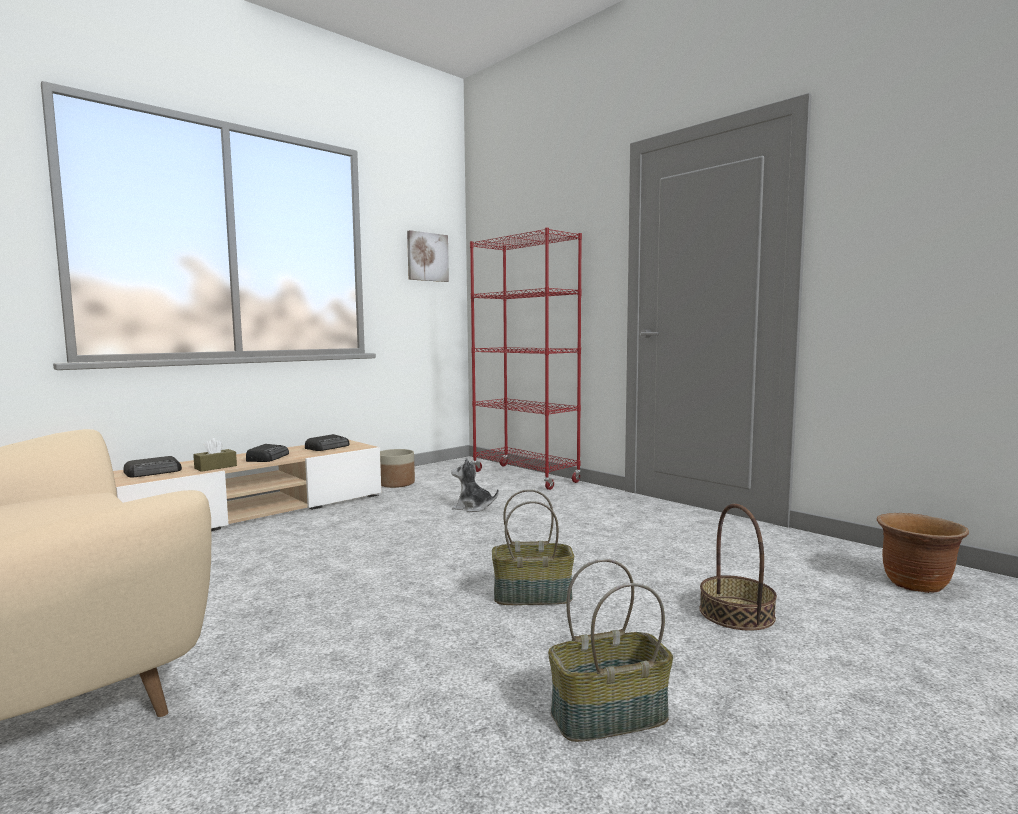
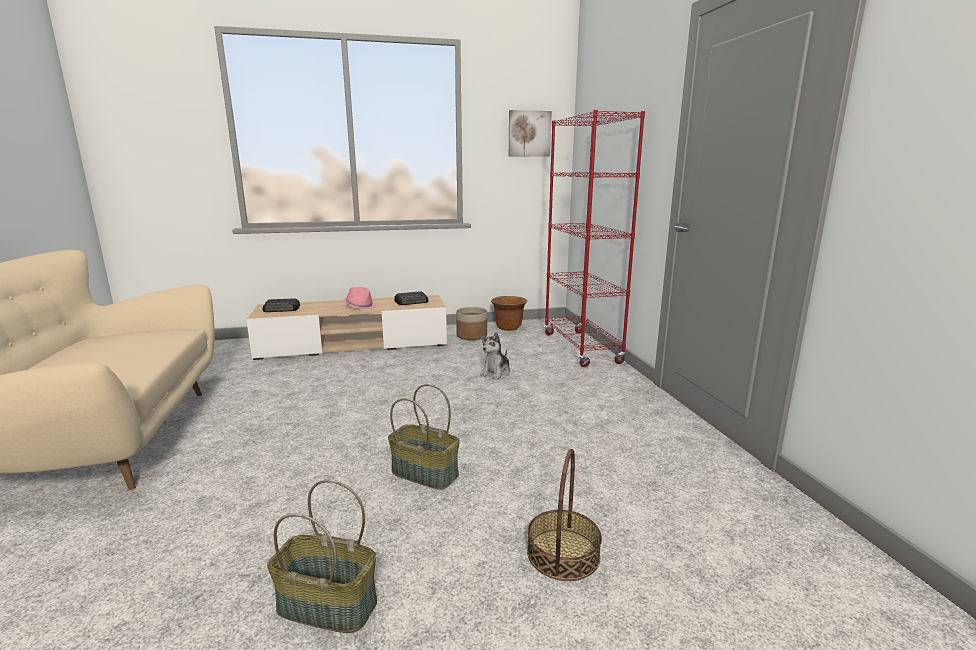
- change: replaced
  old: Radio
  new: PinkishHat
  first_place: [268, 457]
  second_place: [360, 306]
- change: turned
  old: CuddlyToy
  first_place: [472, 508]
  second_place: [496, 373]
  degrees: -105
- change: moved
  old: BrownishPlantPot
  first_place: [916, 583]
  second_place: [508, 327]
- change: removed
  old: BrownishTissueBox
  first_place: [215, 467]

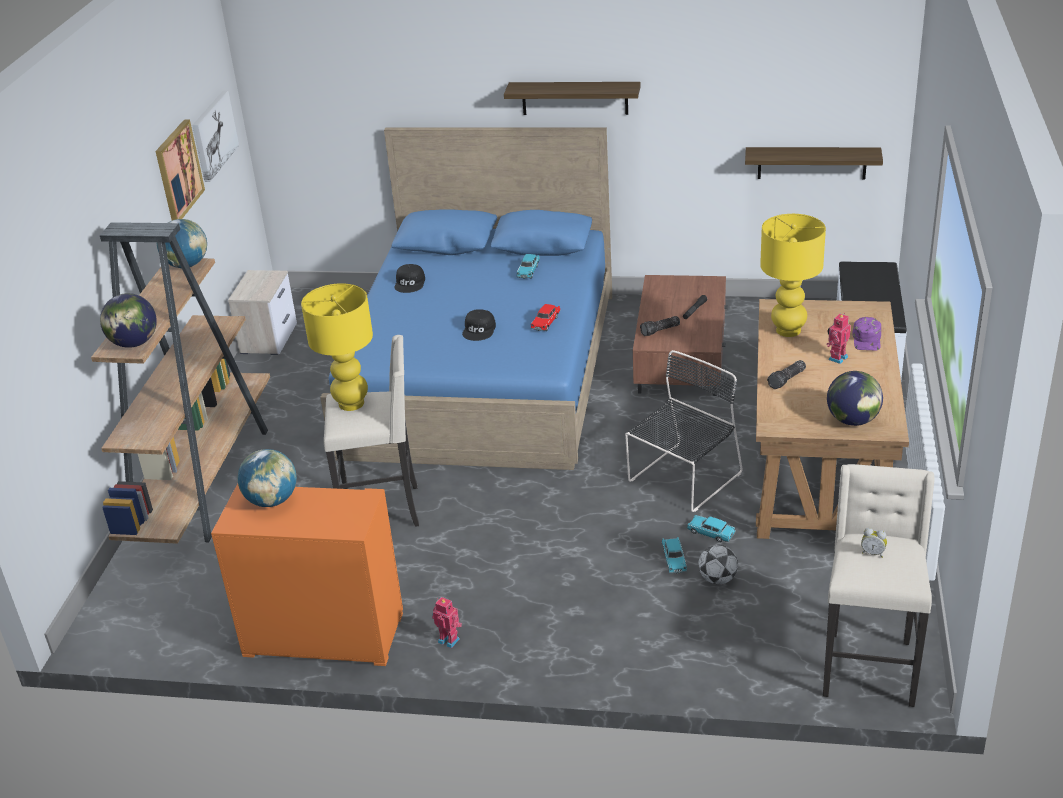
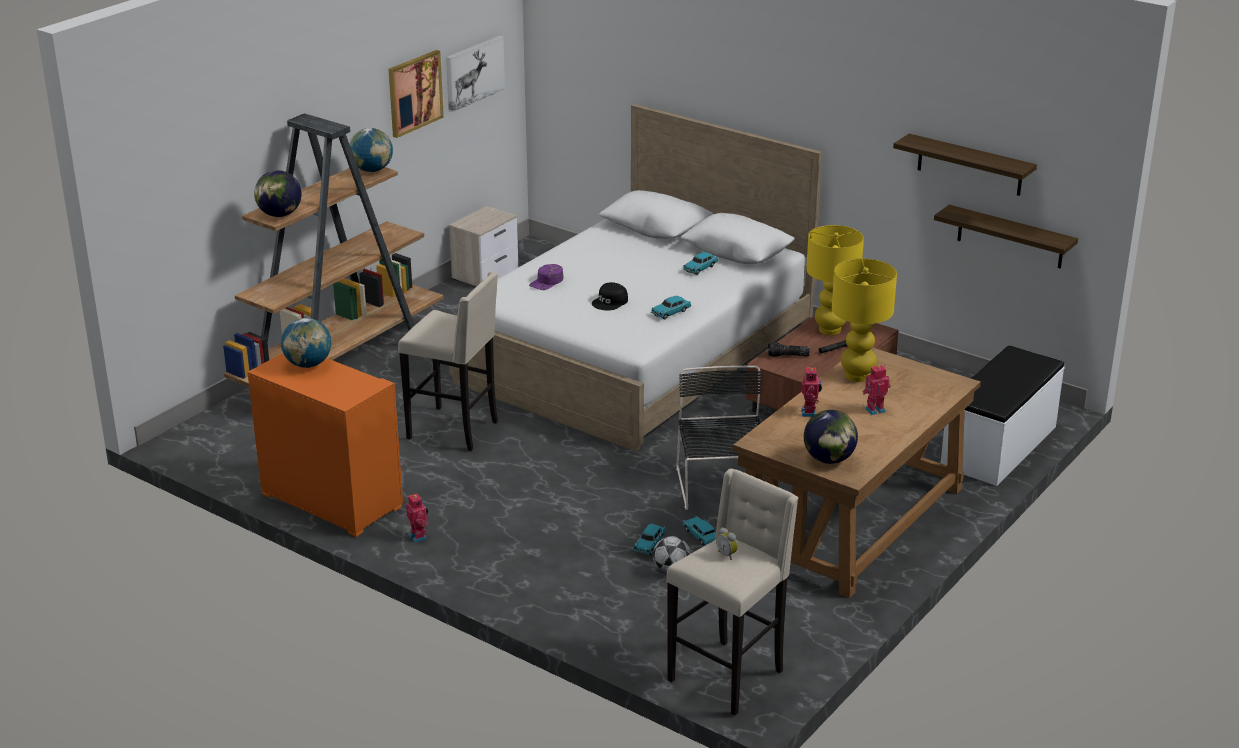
- change: recoloured
  old: BlueSleepingBed
  new: WhitishSleepingBed
  first_place: [484, 371]
  second_place: [637, 353]
- change: moved
  old: PurpleColouredCap
  first_place: [867, 339]
  second_place: [547, 282]
- change: recoloured
  old: ReddishMiniatureCar
  new: TurquoiseMiniatureCar
  first_place: [546, 323]
  second_place: [671, 313]
- change: turned
  old: BlackishChair
  first_place: [682, 479]
  second_place: [721, 489]
  degrees: -75
- change: replaced
  old: Flashlight
  new: RobotFigure
  first_place: [787, 380]
  second_place: [810, 412]
- change: moved
  old: YellowTabletopLamp
  first_place: [351, 404]
  second_place: [829, 330]
- change: moved
  old: WallShelf
  first_place: [574, 98]
  second_place: [970, 165]
- change: removed
  old: BlackishCap
  first_place: [410, 283]

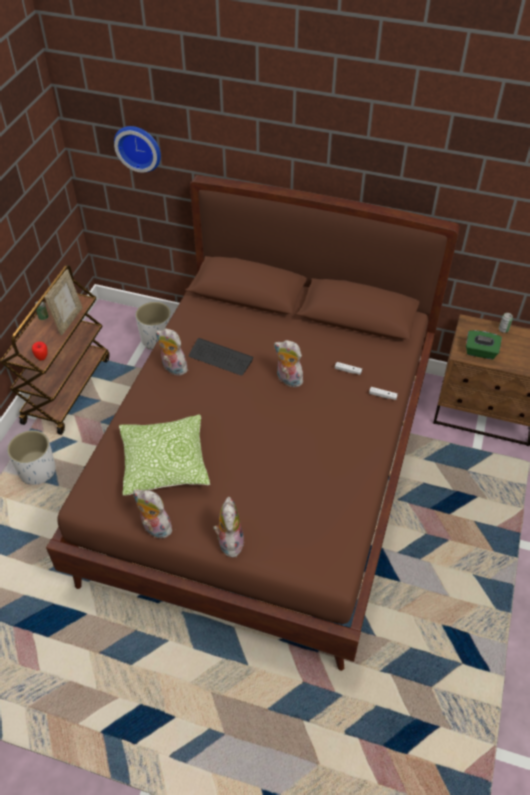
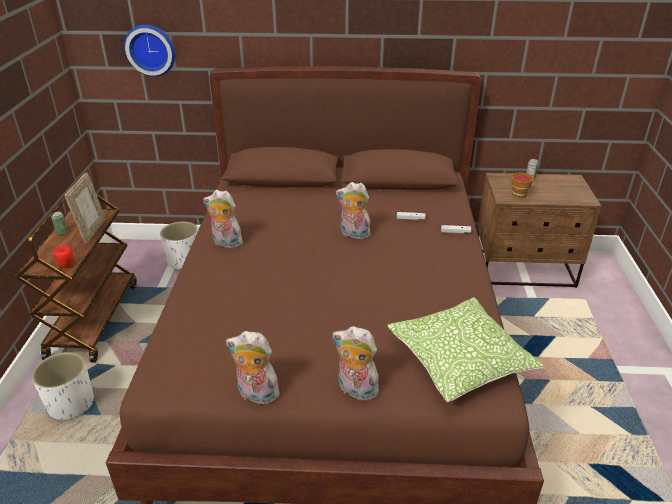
- change: turned
  old: CuddlyToy
  first_place: [229, 542]
  second_place: [355, 390]
  degrees: -45
- change: moved
  old: Cushion
  first_place: [164, 463]
  second_place: [459, 360]
- change: replaced
  old: GreenishTissueBox
  new: SmallCup
  first_place: [480, 352]
  second_place: [520, 195]
- change: removed
  old: PcKeyboard
  first_place: [220, 358]

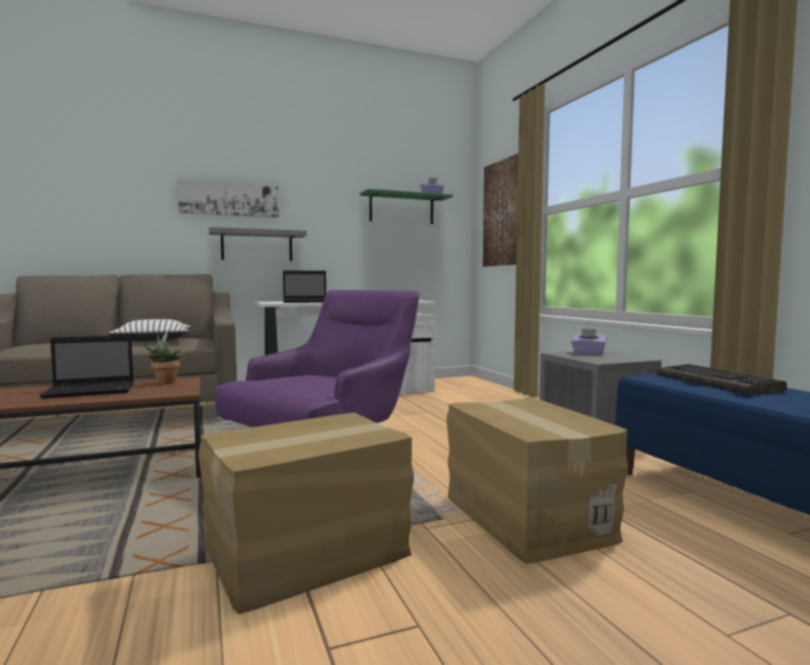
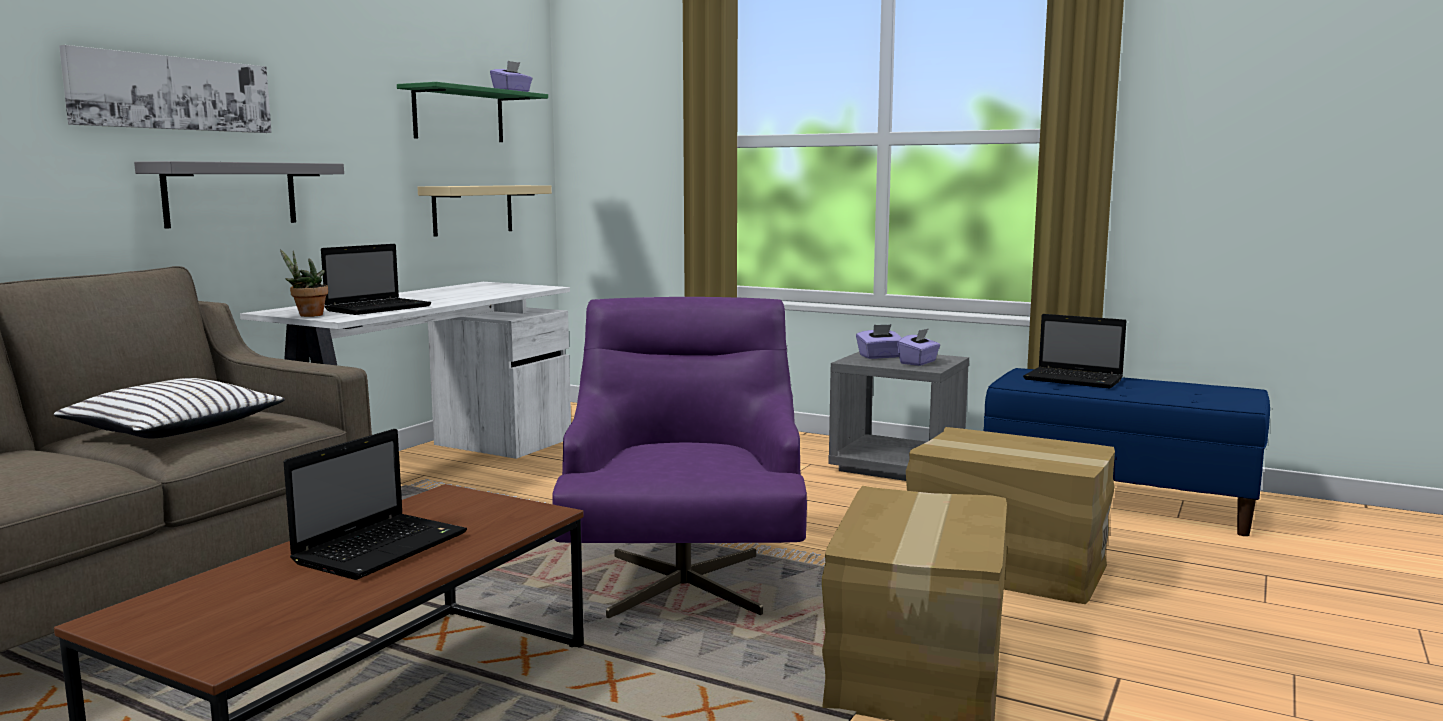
- change: moved
  old: PlantInAPot
  first_place: [165, 382]
  second_place: [307, 315]
- change: added
  new: BeigeWallShelf
  second_place: [473, 209]
- change: added
  new: PurpleColouredTissueBox
  second_place: [918, 362]
- change: replaced
  old: PcKeyboard
  new: NotebookComputer
  first_place: [718, 382]
  second_place: [1075, 380]
- change: removed
  old: Picture
  first_place: [503, 213]

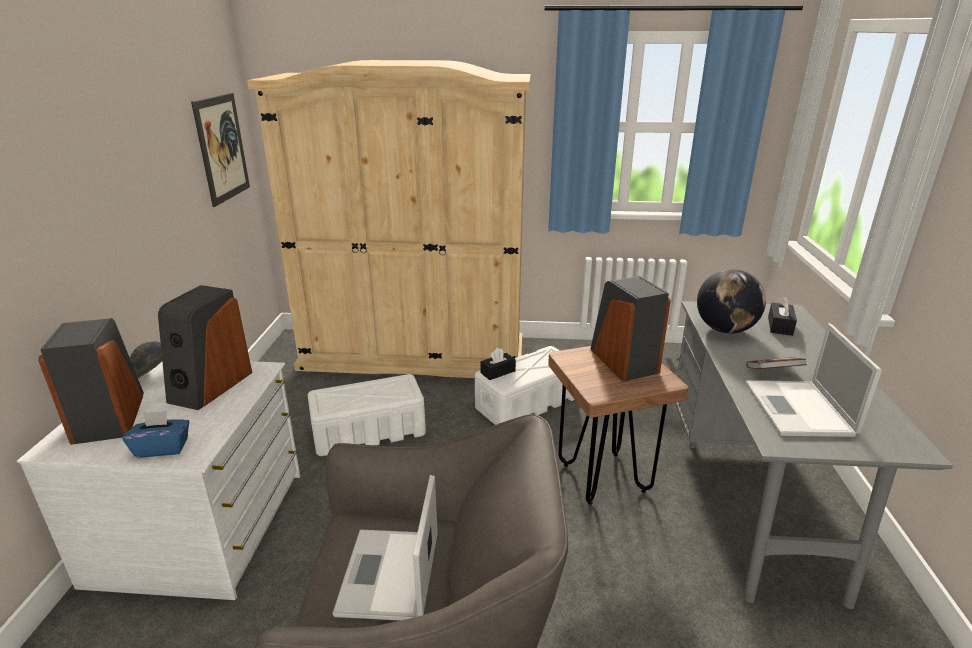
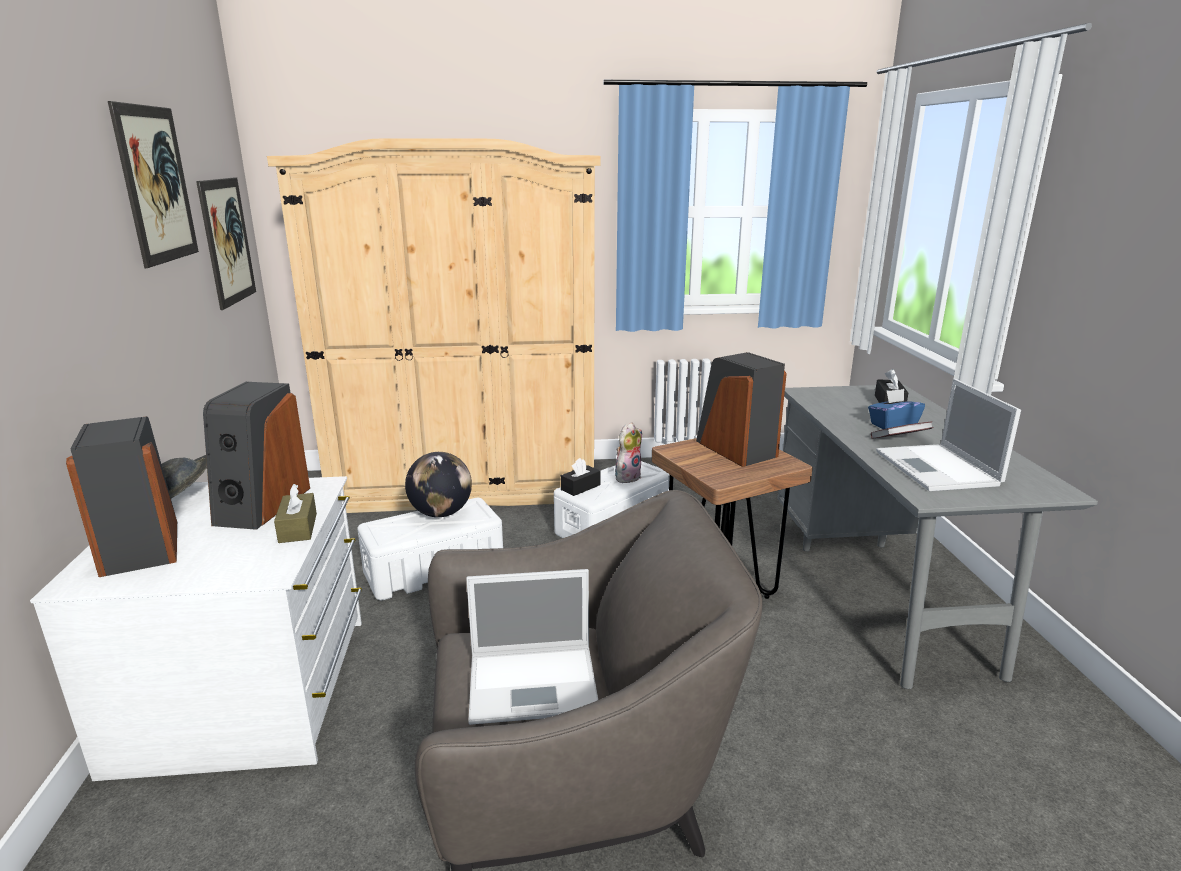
- change: added
  new: Picture
  second_place: [156, 185]
- change: added
  new: BrownishTissueBox
  second_place: [298, 528]
- change: moved
  old: DeskGlobe
  first_place: [725, 330]
  second_place: [441, 513]
- change: turned
  old: NotebookComputer
  first_place: [389, 576]
  second_place: [535, 683]
  degrees: -90
- change: added
  new: CuddlyToy
  second_place: [627, 477]
- change: moved
  old: BlueTissueBox
  first_place: [162, 448]
  second_place: [892, 425]

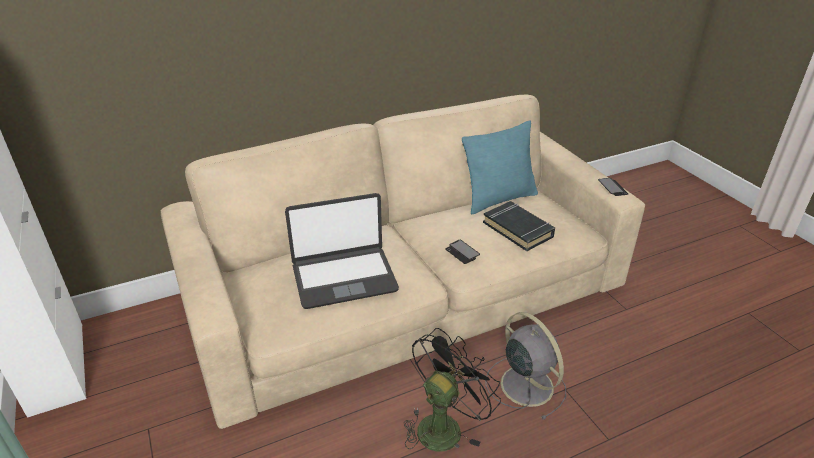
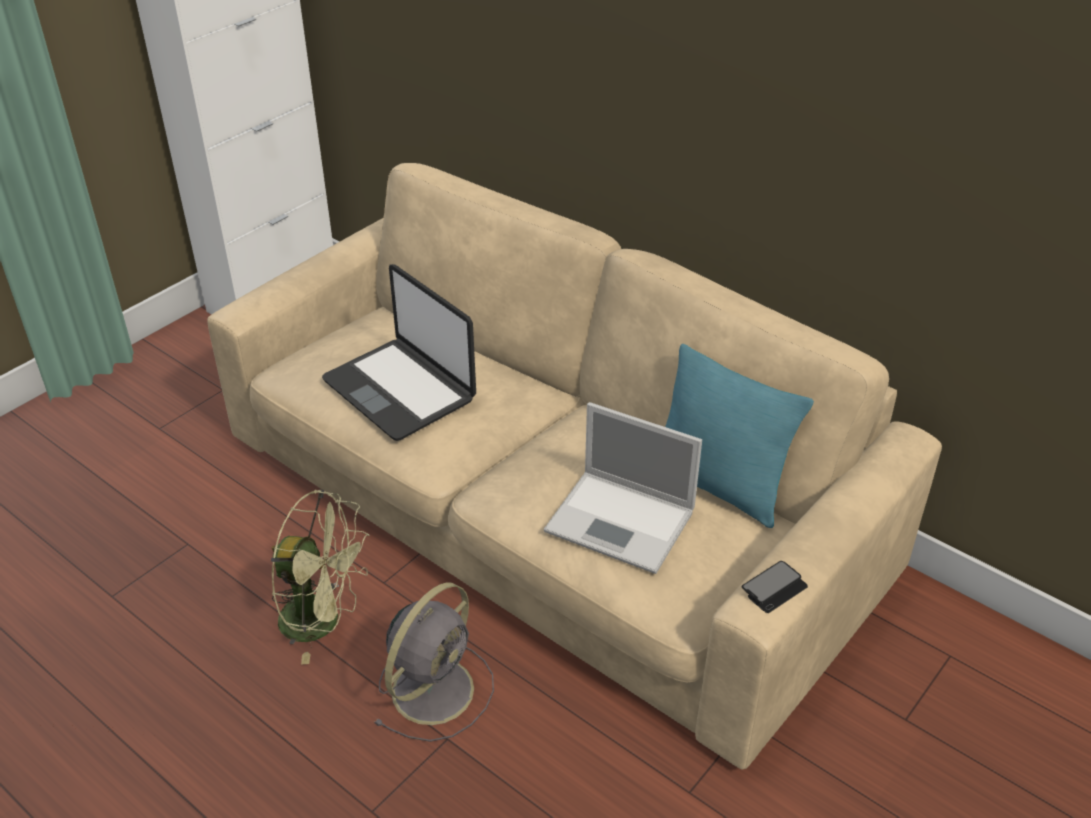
- change: recoloured
  old: BlackishFan
  new: GreenishFan
  first_place: [444, 425]
  second_place: [323, 621]
- change: replaced
  old: BlackishBook
  new: NotebookComputer
  first_place: [518, 229]
  second_place: [622, 522]
- change: removed
  old: Telephone
  first_place: [462, 252]

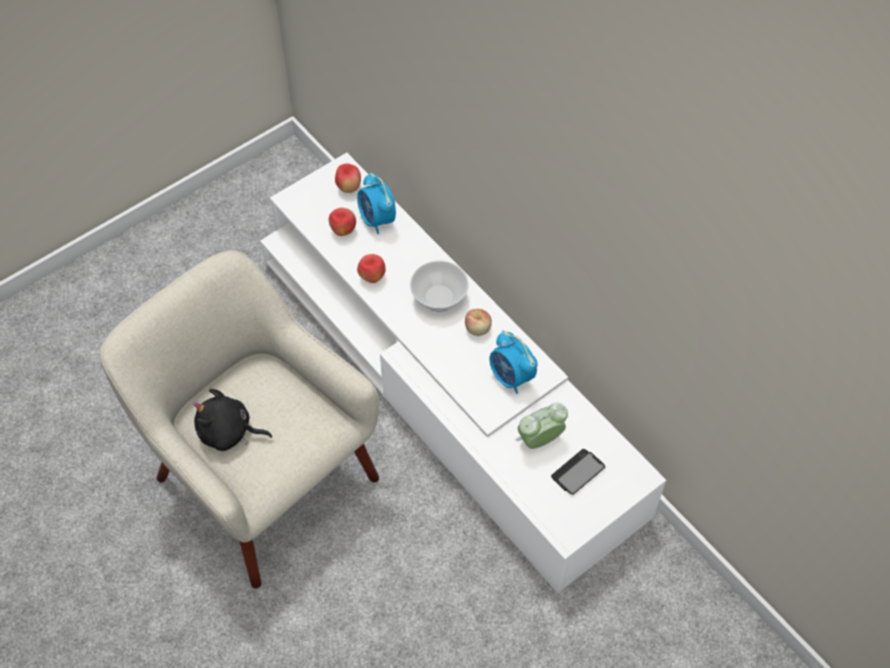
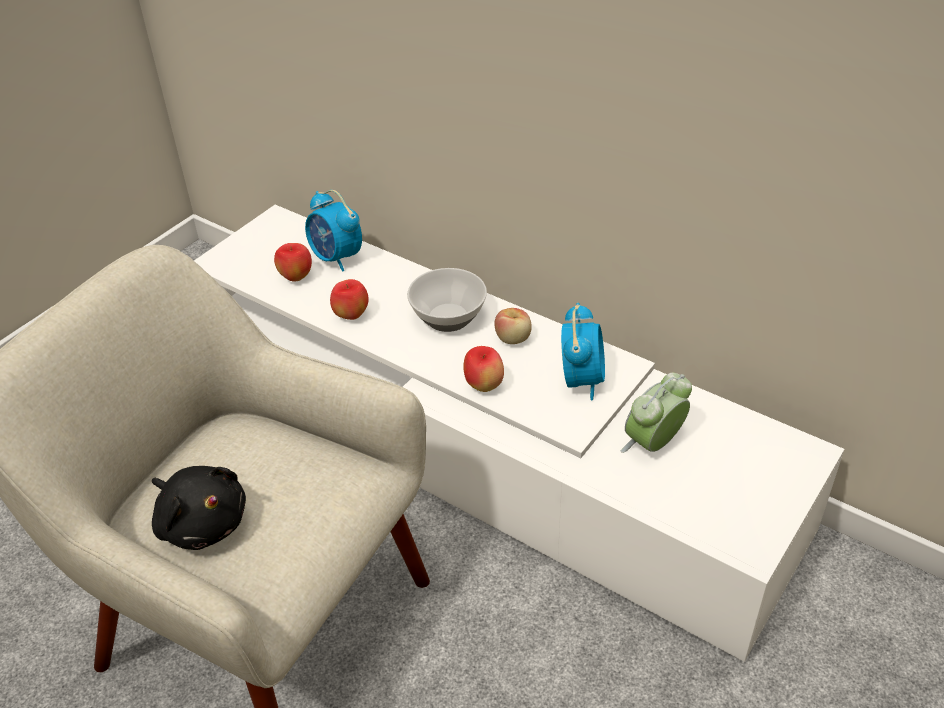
- change: turned
  old: BlackishCuddlyToy
  first_place: [229, 432]
  second_place: [202, 522]
  degrees: -135
- change: moved
  old: WholeApple
  first_place: [349, 188]
  second_place: [484, 385]
- change: turned
  old: TableClock
  first_place: [511, 377]
  second_place: [581, 380]
  degrees: -120
- change: removed
  old: Telephone
  first_place: [577, 472]

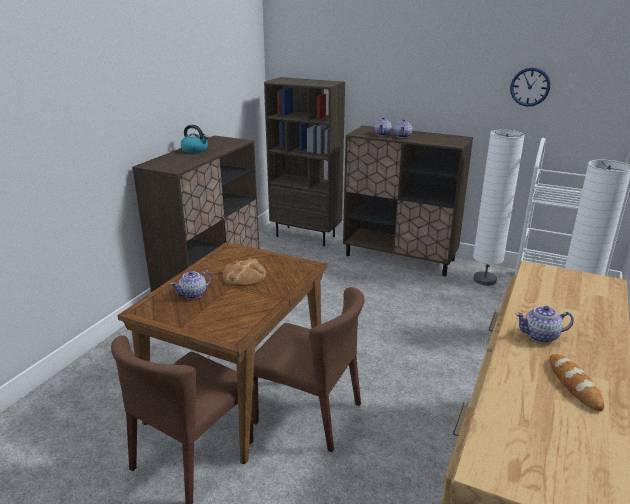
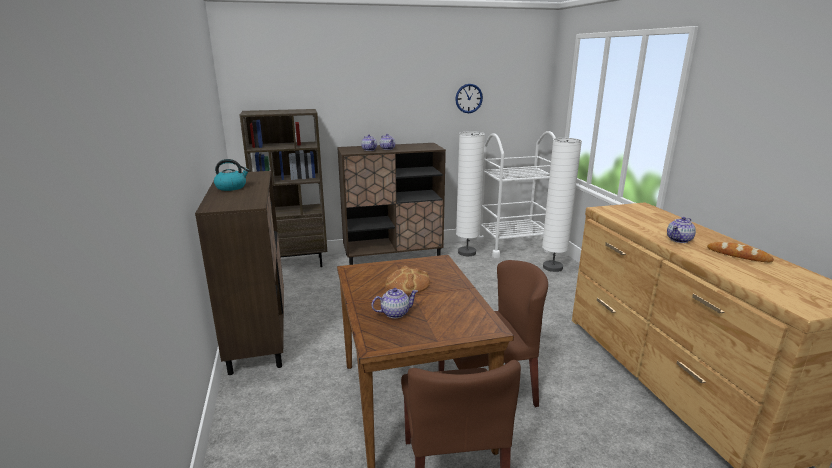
- change: turned
  old: PotForTea
  first_place: [193, 294]
  second_place: [394, 313]
  degrees: -120

